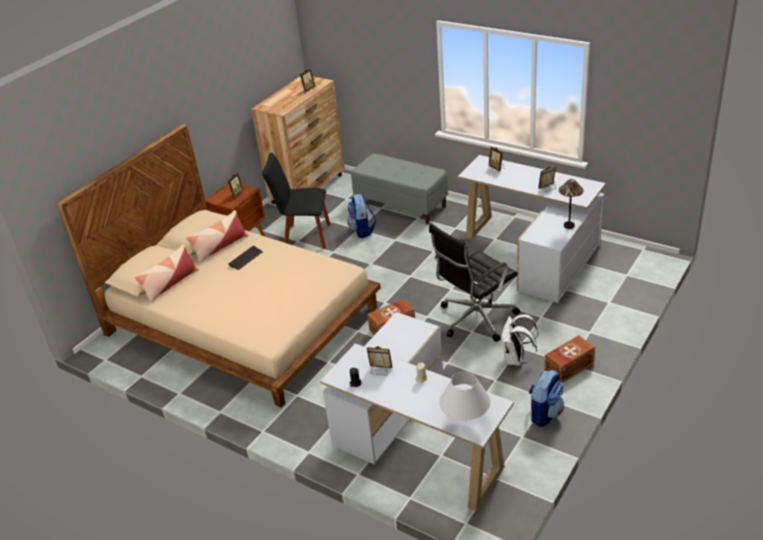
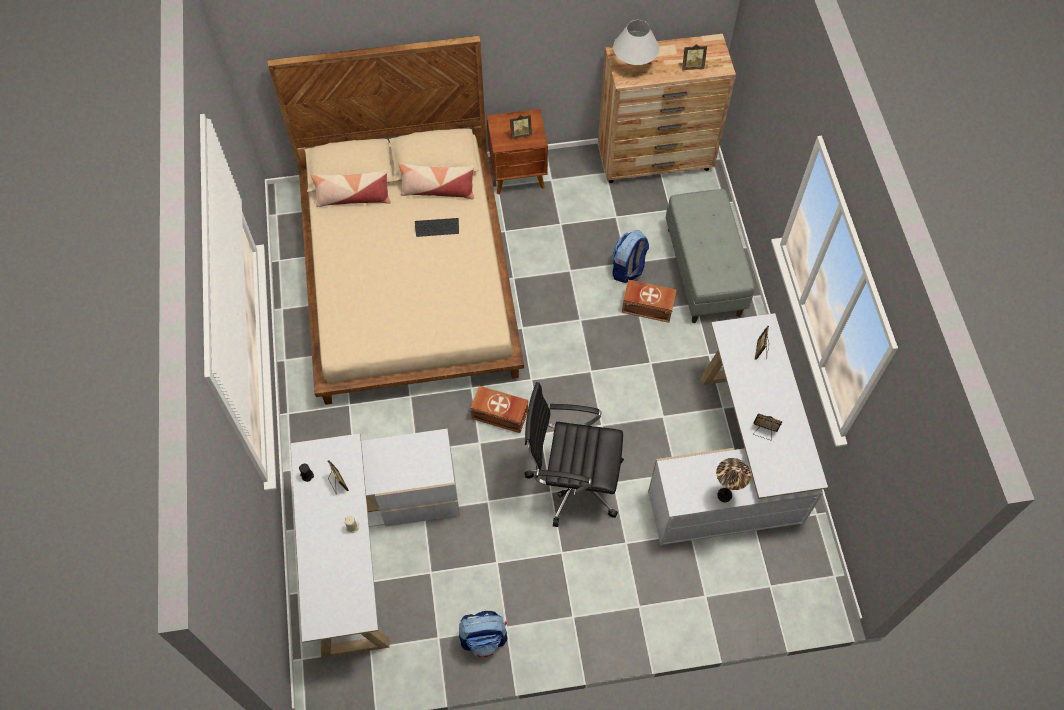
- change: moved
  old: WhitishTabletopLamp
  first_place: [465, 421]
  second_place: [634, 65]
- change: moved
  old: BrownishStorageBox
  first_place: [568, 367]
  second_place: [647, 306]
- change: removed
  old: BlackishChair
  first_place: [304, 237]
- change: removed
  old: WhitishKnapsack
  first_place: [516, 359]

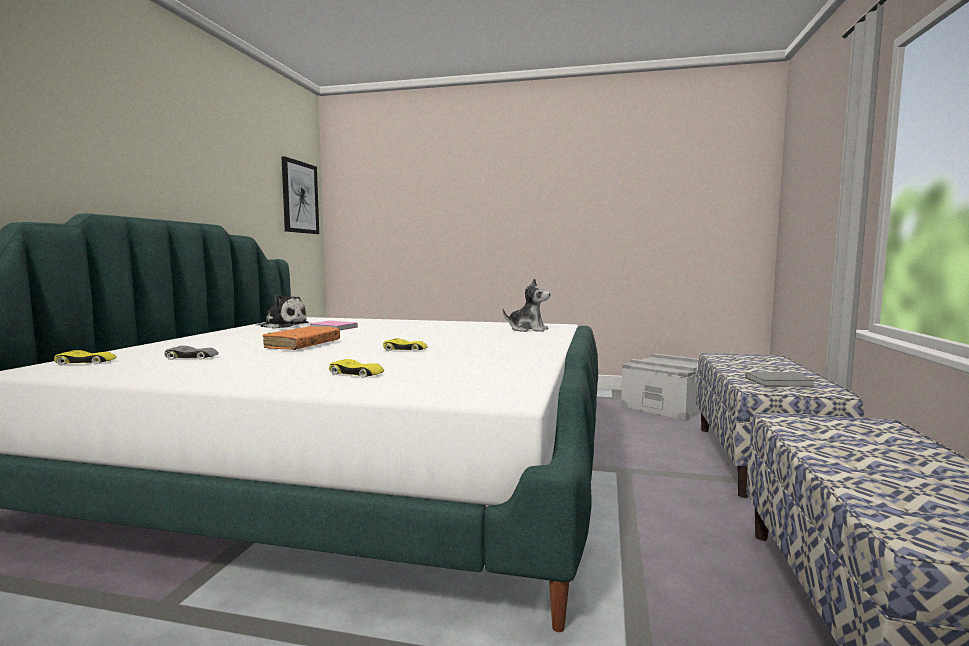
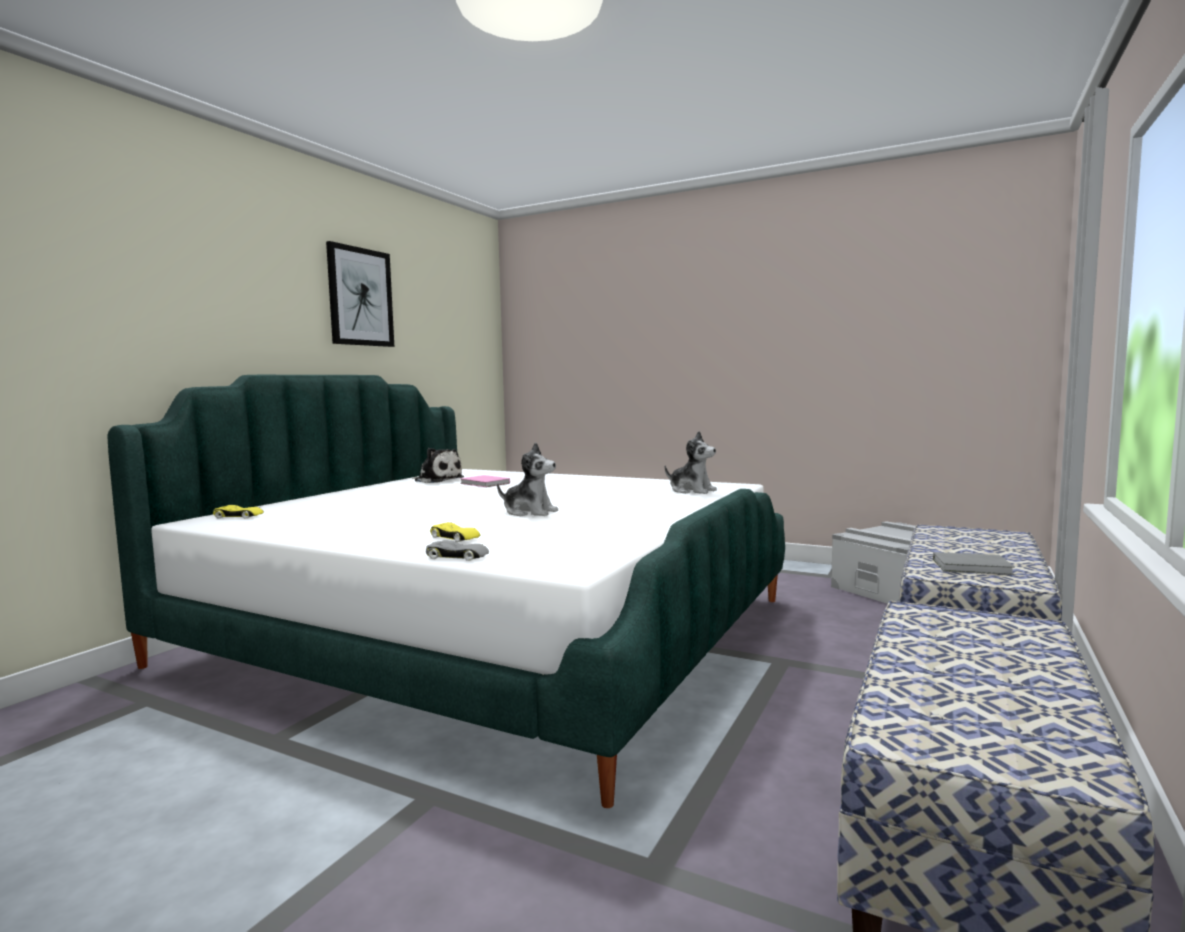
- change: moved
  old: Picture
  first_place: [299, 197]
  second_place: [360, 297]
- change: moved
  old: GreyishMiniatureCar
  first_place: [192, 357]
  second_place: [458, 556]
- change: replaced
  old: YellowMiniatureCar
  new: CuddlyToy
  first_place: [405, 350]
  second_place: [529, 512]
- change: removed
  old: OrangeColouredBook
  first_place: [303, 345]

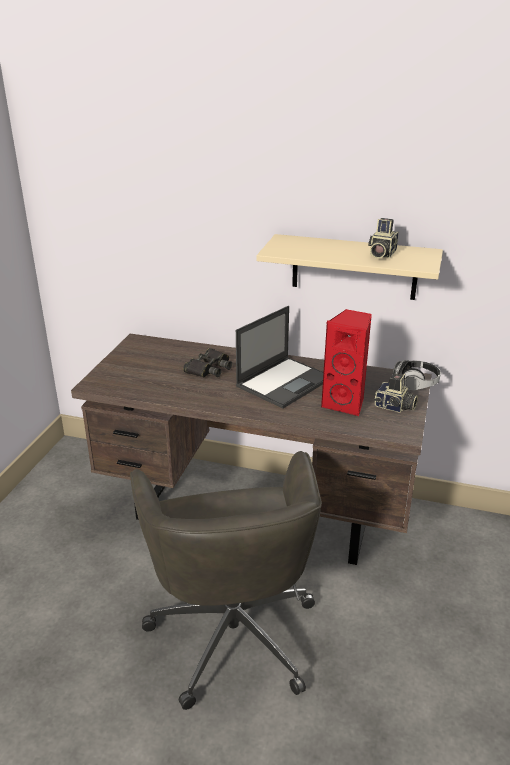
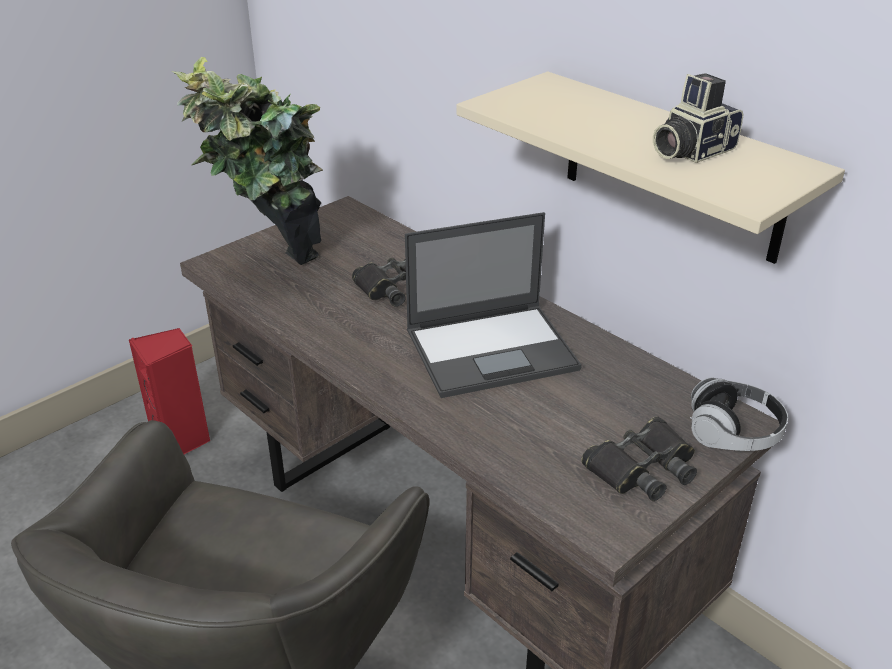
- change: moved
  old: ReddishLoudspeaker
  first_place: [346, 404]
  second_place: [181, 441]
- change: added
  new: PlantInAPot
  second_place: [274, 271]
- change: replaced
  old: StillCamera
  new: BlackishPairOfBinoculars
  first_place: [394, 407]
  second_place: [642, 468]

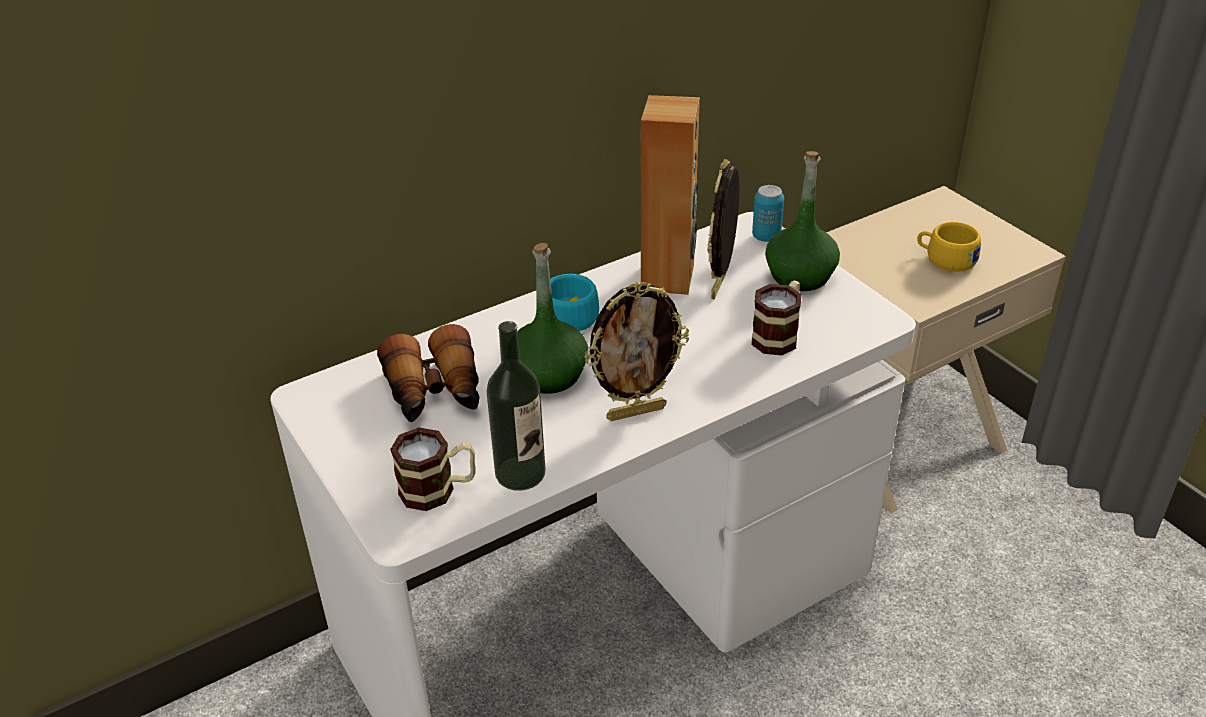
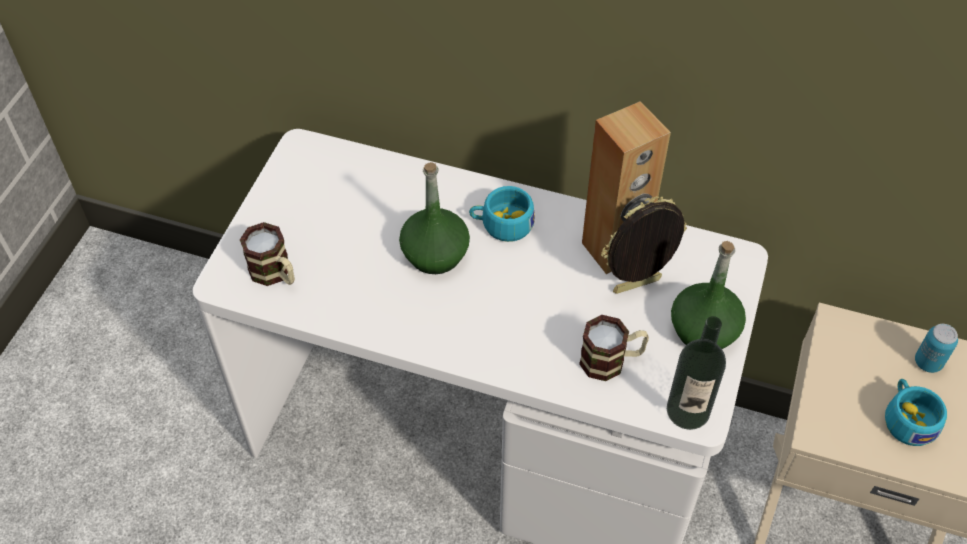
- change: moved
  old: BeverageBottle
  first_place: [520, 473]
  second_place: [688, 411]
- change: recoloured
  old: YellowSmallCup
  new: TurquoiseSmallCup
  first_place: [945, 259]
  second_place: [907, 418]
- change: moved
  old: SealedCan
  first_place: [766, 236]
  second_place: [928, 362]
- change: removed
  old: PairOfBinoculars
  first_place: [435, 393]
- change: removed
  old: StandingFrame
  first_place: [636, 412]

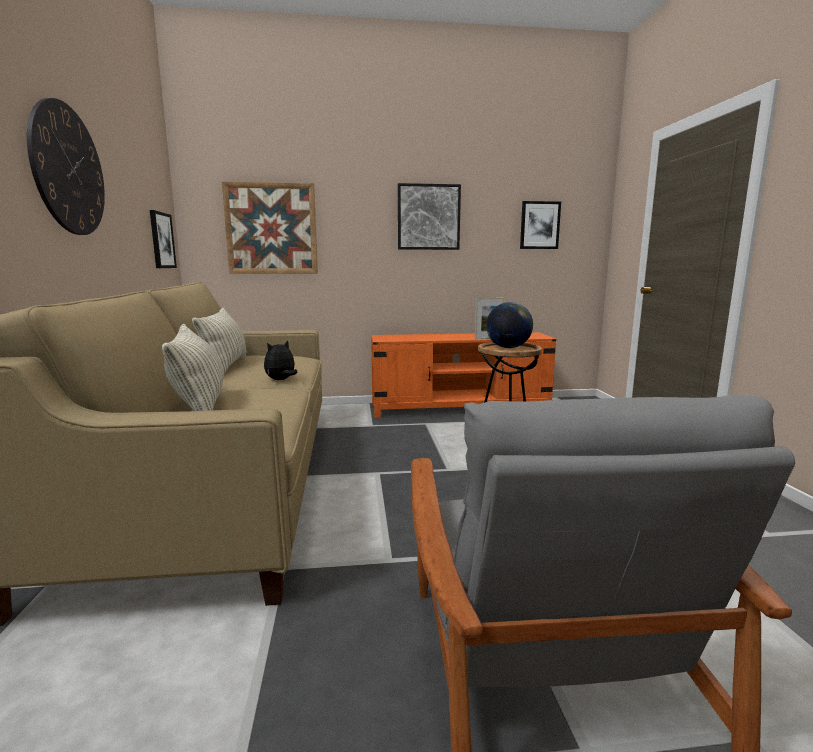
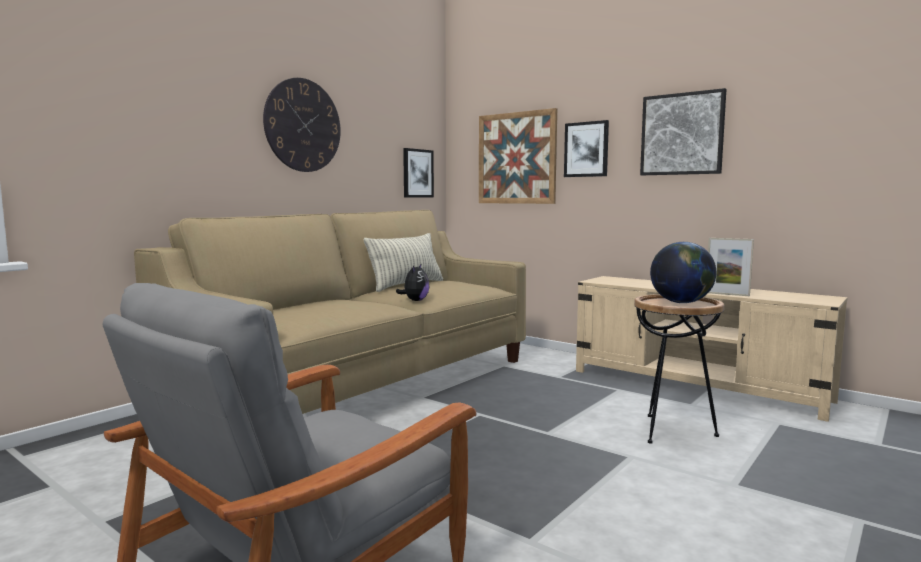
- change: turned
  old: CuddlyToy
  first_place: [281, 380]
  second_place: [415, 300]
  degrees: 105
- change: moved
  old: Picture
  first_place: [539, 225]
  second_place: [586, 149]
- change: recoloured
  old: OrangeColouredTvStand
  new: BeigeTvStand
  first_place: [460, 408]
  second_place: [696, 386]
- change: removed
  old: Cushion
  first_place: [199, 406]

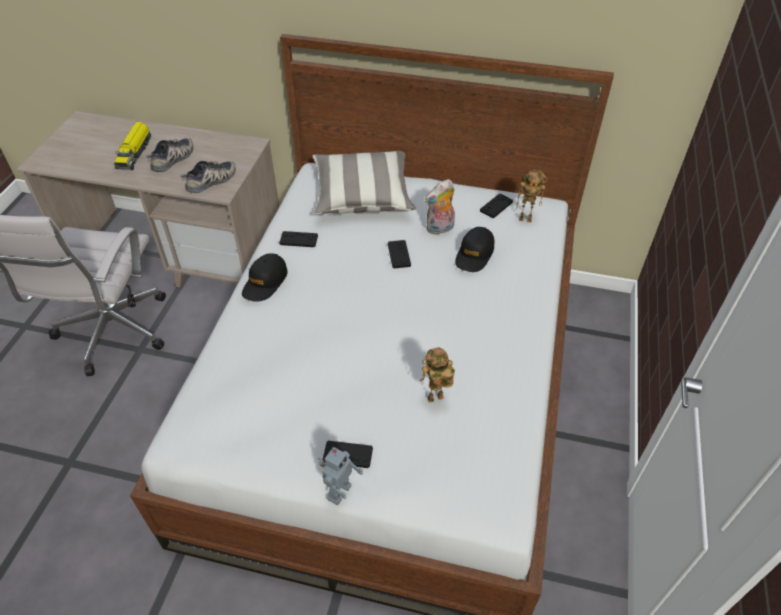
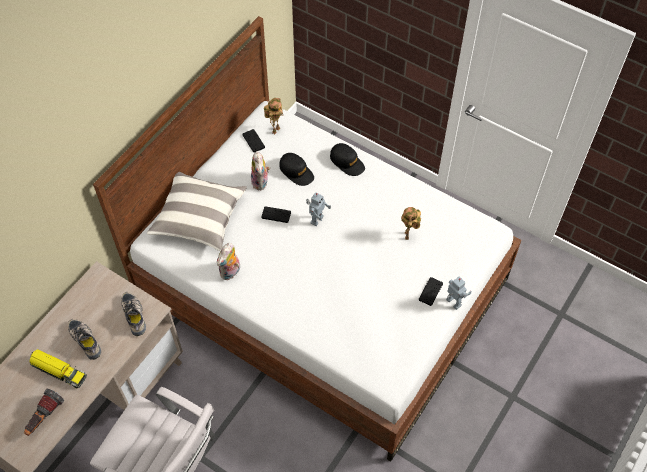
- change: added
  new: Flashlight
  second_place: [44, 417]
- change: replaced
  old: BlackishJoypad
  new: CuddlyToy
  first_place: [298, 240]
  second_place: [231, 272]
- change: added
  new: RobotFigure
  second_place: [316, 219]
- change: moved
  old: BlackishCap
  first_place: [265, 282]
  second_place: [347, 162]

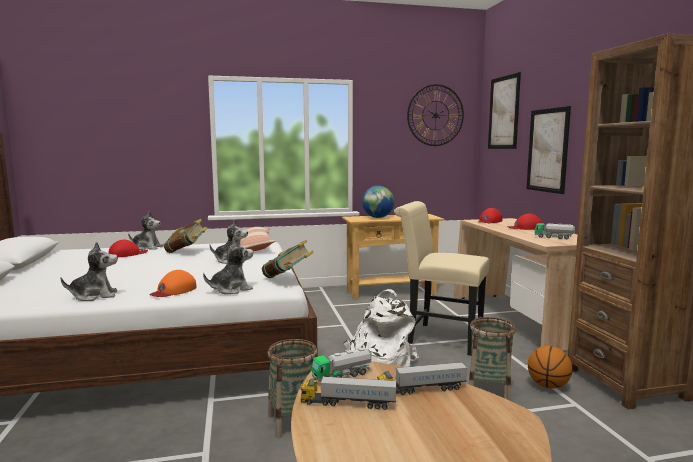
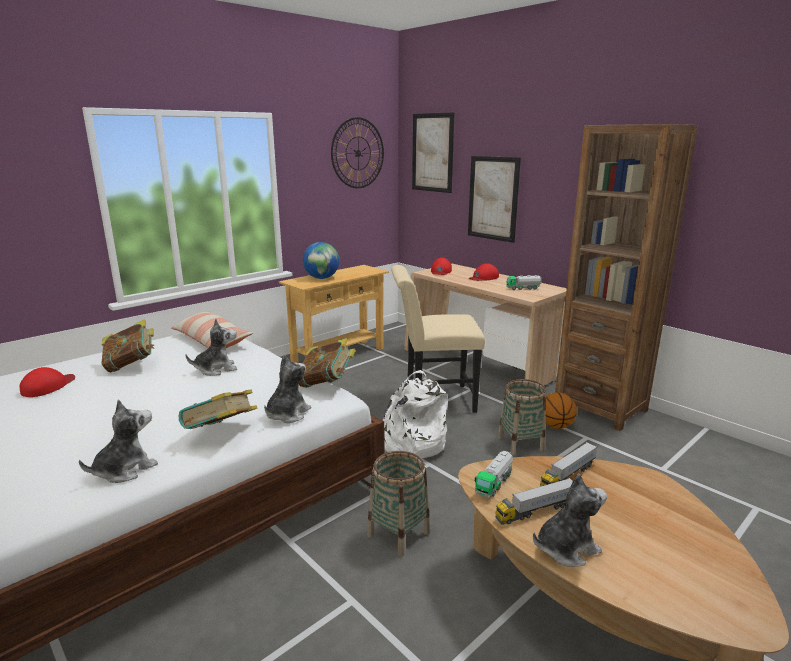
- change: replaced
  old: OrangeColouredCap
  new: Book
  first_place: [173, 290]
  second_place: [221, 433]
- change: moved
  old: CuddlyToy
  first_place: [147, 248]
  second_place: [566, 548]

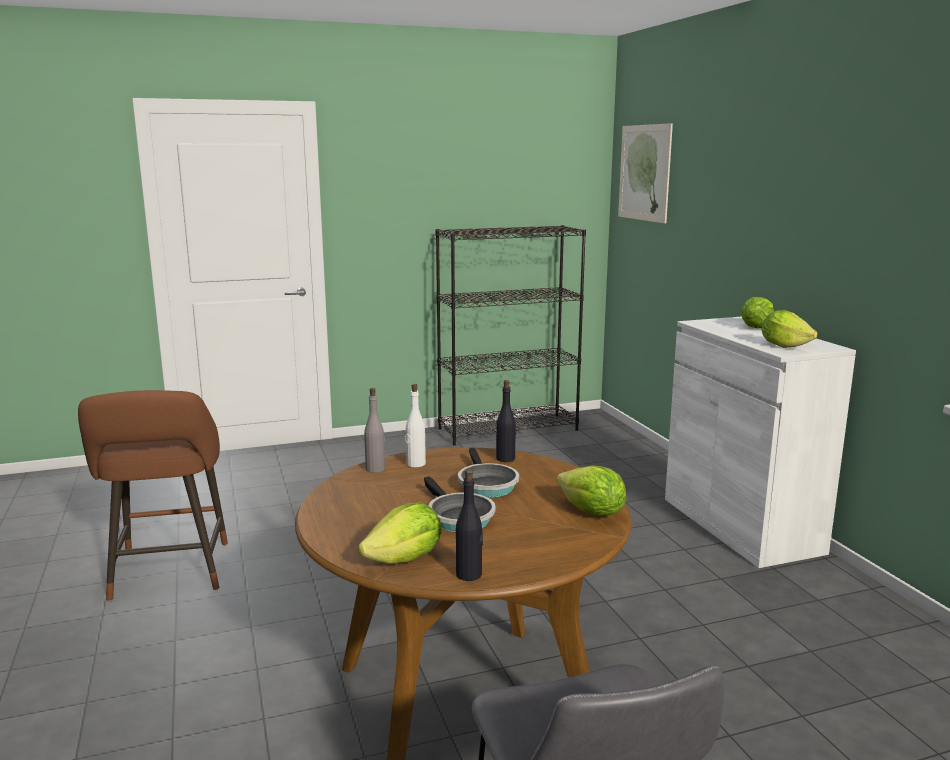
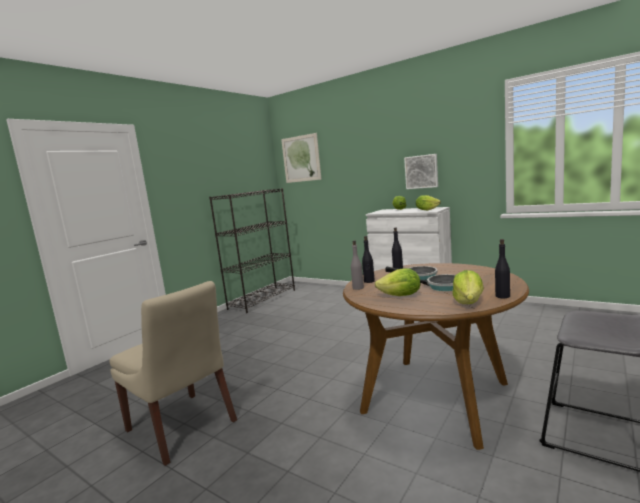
- change: replaced
  old: BrownishSittingStool
  new: BeigeChair
  first_place: [169, 575]
  second_place: [183, 427]
- change: recoloured
  old: WhitishBeverageBottle
  new: BlackishBeverageBottle
  first_place: [415, 464]
  second_place: [369, 281]
- change: moved
  old: HeadOfLettuce
  first_place: [591, 513]
  second_place: [401, 296]
- change: added
  new: Picture
  second_place: [421, 171]

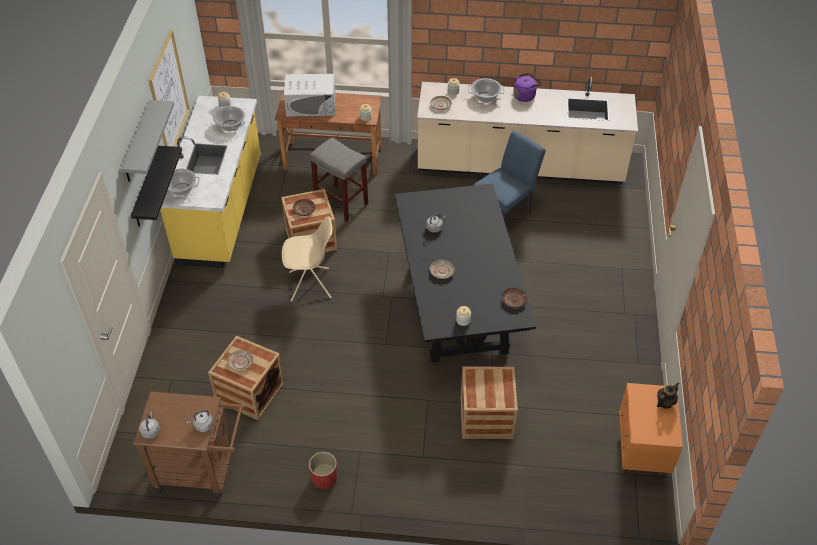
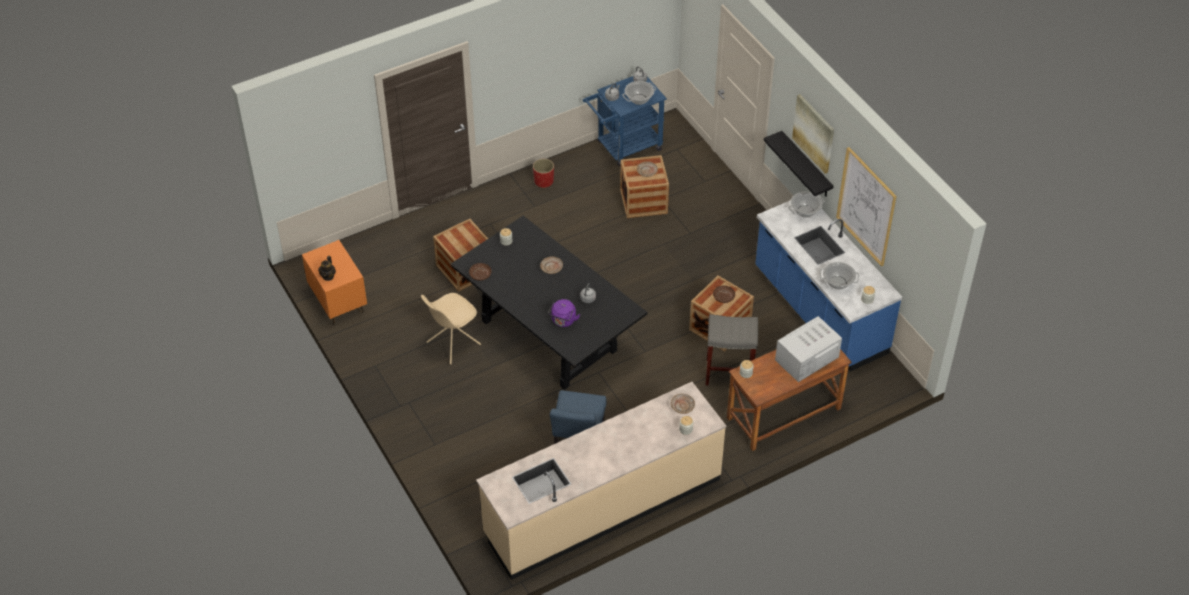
- change: moved
  old: BeigeChair
  first_place: [311, 285]
  second_place: [452, 344]
- change: moved
  old: PurpleColouredTeaKettle
  first_place: [525, 95]
  second_place: [563, 321]
- change: recoloured
  old: BrownishTrolley
  new: BlueTrolley
  first_place: [202, 470]
  second_place: [624, 147]
- change: moved
  old: CookingPot
  first_place: [485, 97]
  second_place: [639, 99]
- change: recoloured
  old: YellowKitchenCounter
  new: BlueKitchenCounter
  first_place: [222, 210]
  second_place: [819, 311]
- change: replaced
  old: GreyishWallShelf
  new: Picture
  first_place: [137, 143]
  second_place: [814, 133]

